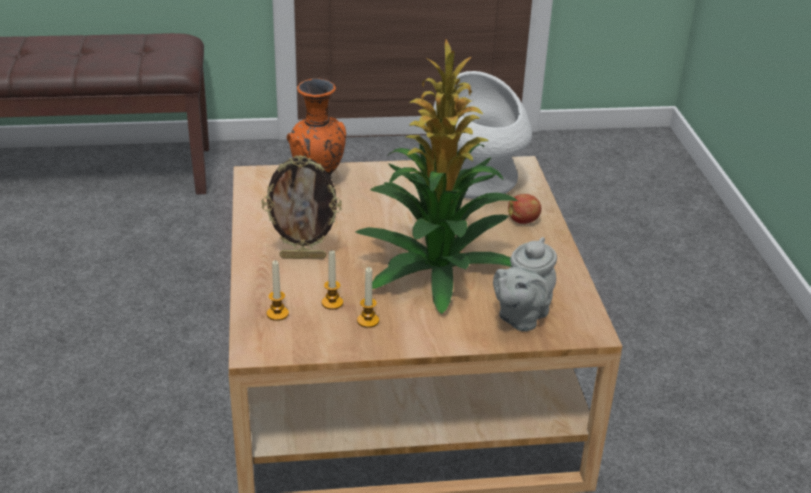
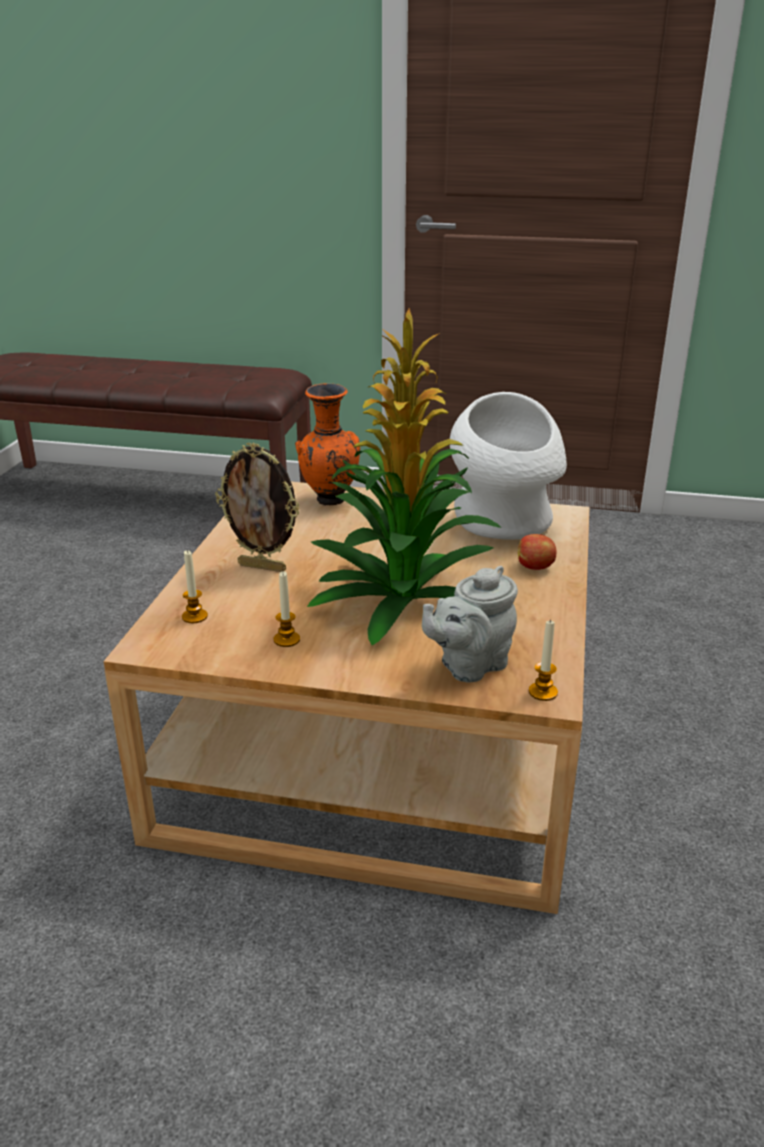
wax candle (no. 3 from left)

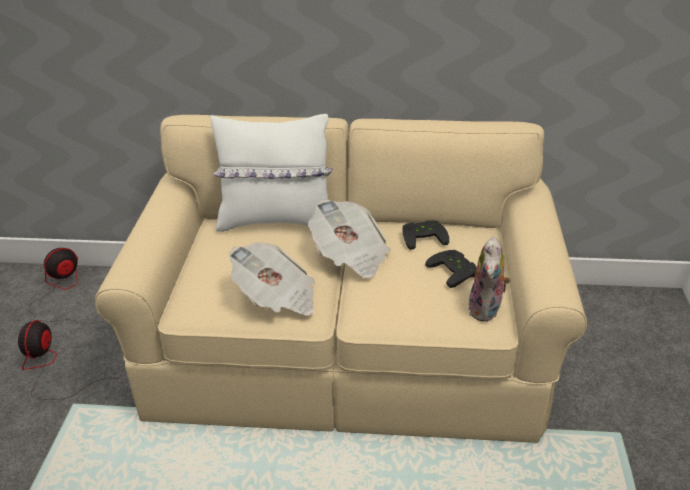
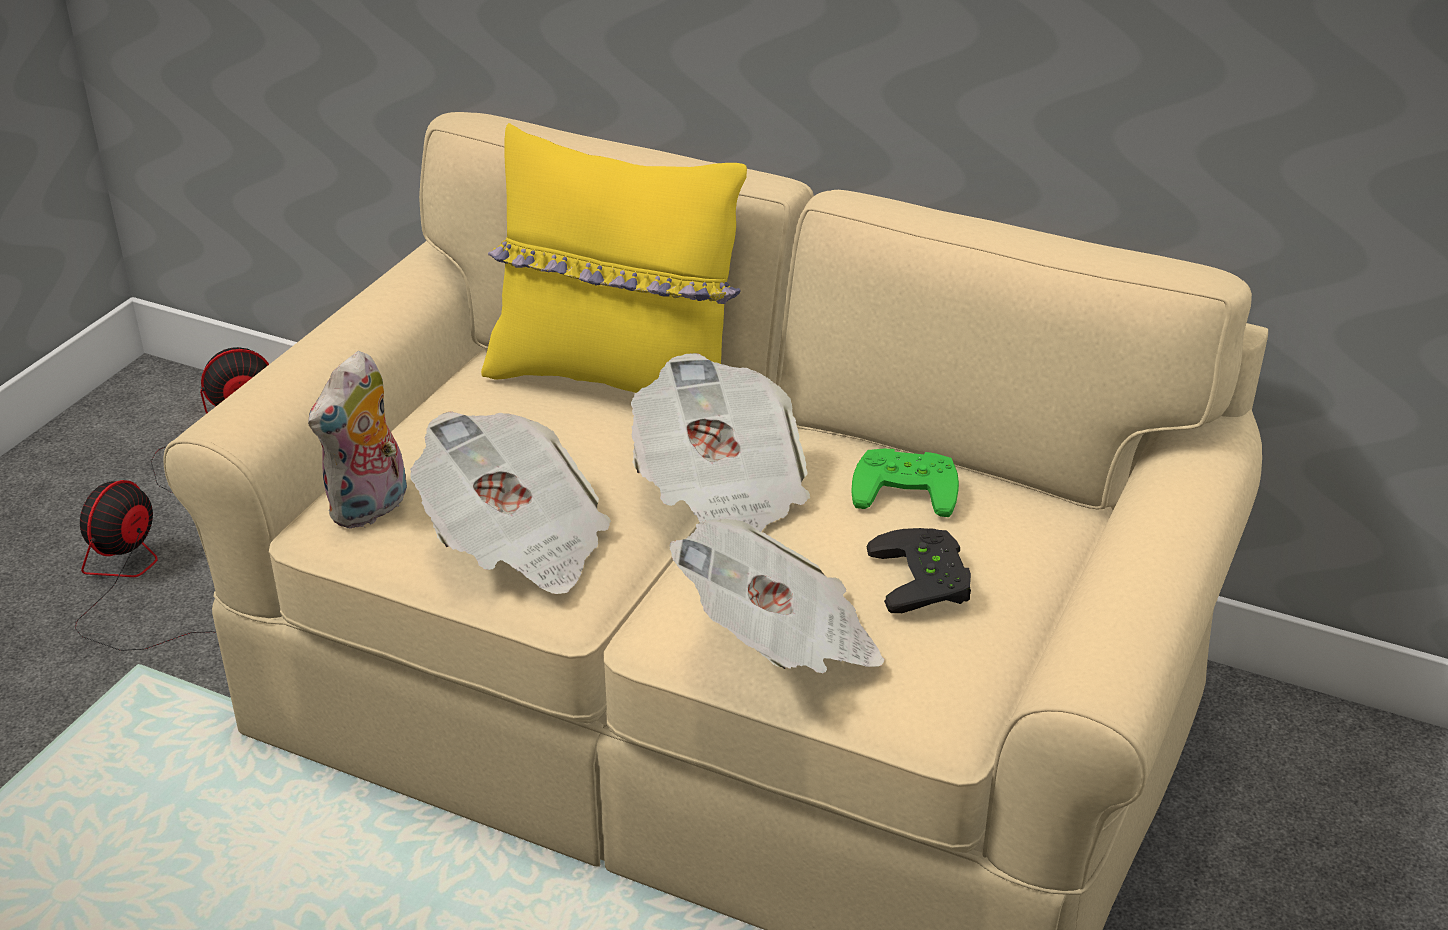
pillow (yellowish)
gamepad (green)
plush toy
printed paper (no. 3 from left)

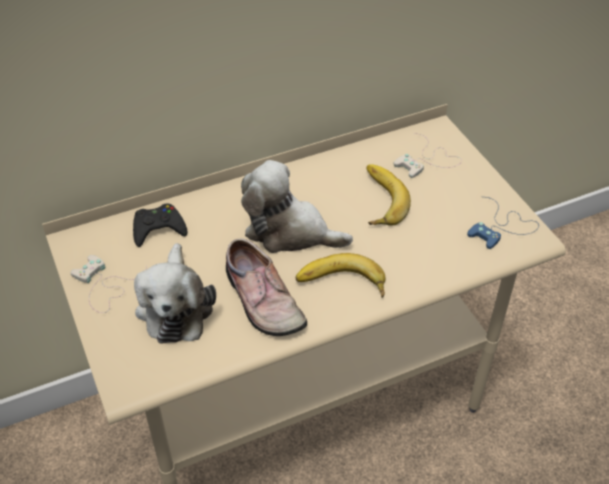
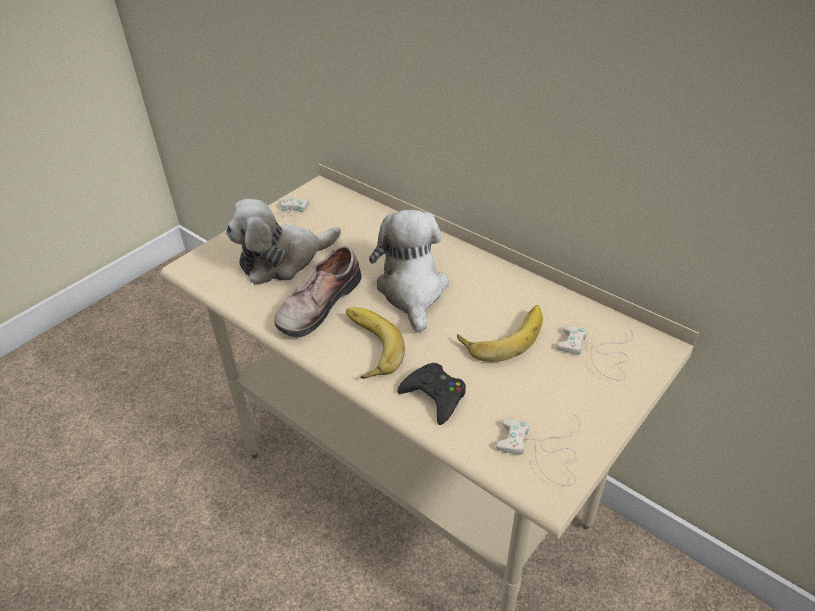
gamepad (white) (no. 2 from left)
gamepad (blackish)

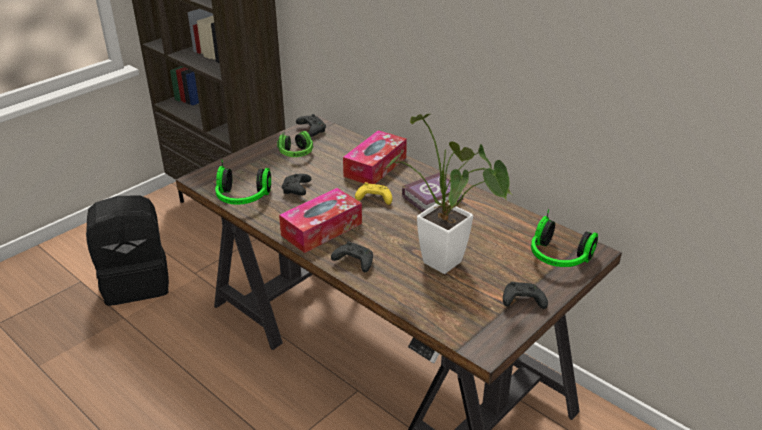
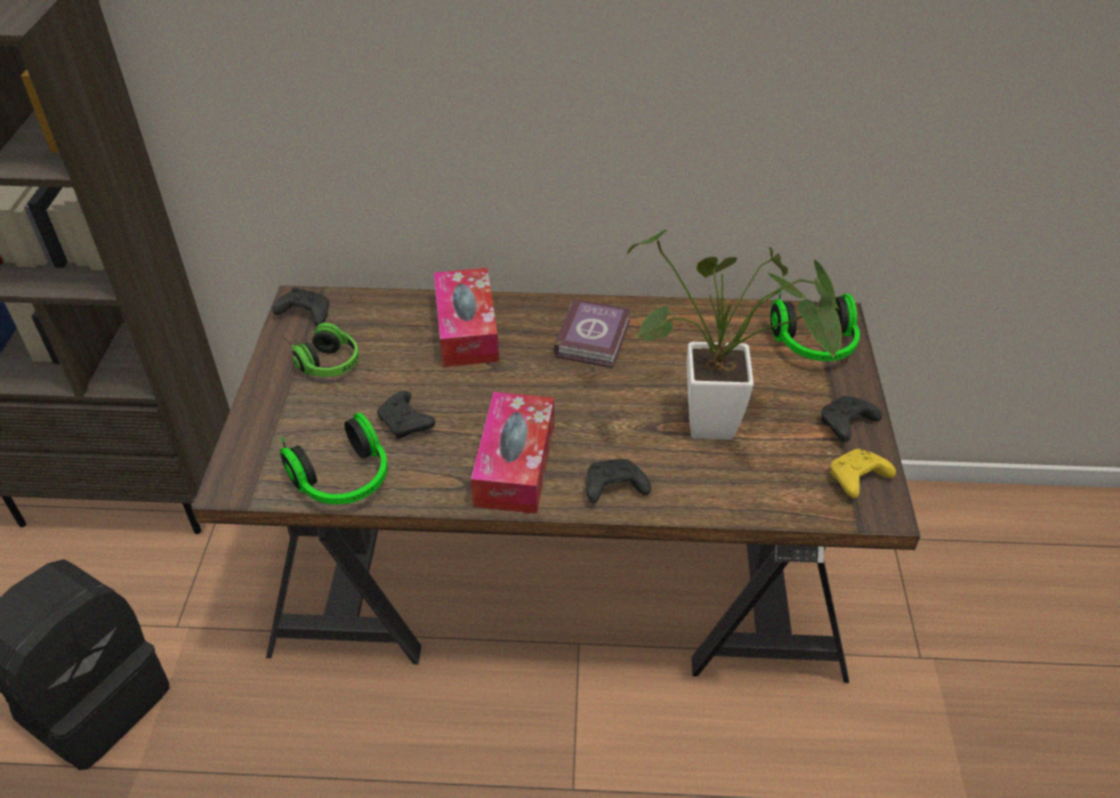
gamepad (yellowish)

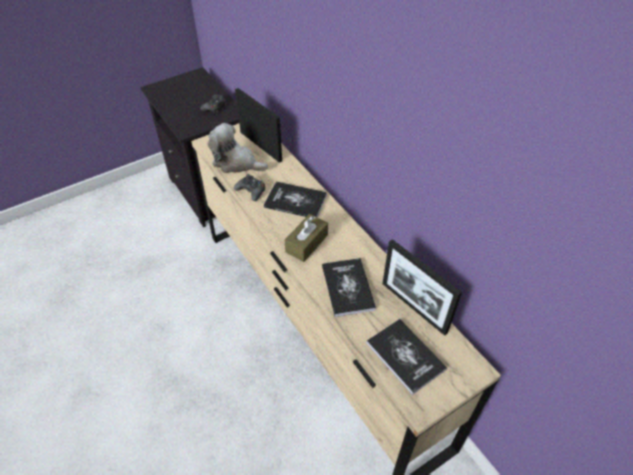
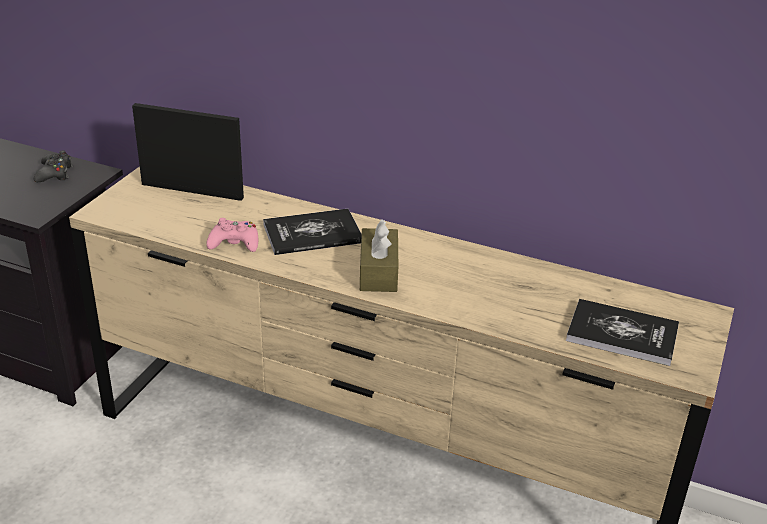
plush toy
gamepad (pink)
picture frame (no. 2 from left in the first image)
book (no. 2 from left in the first image)

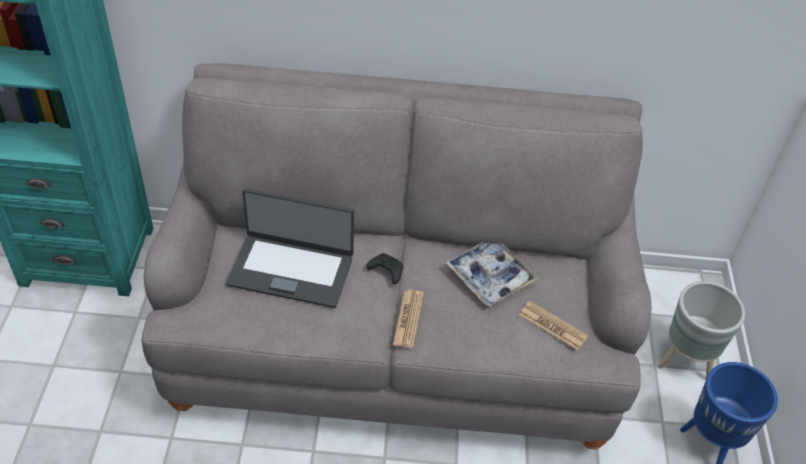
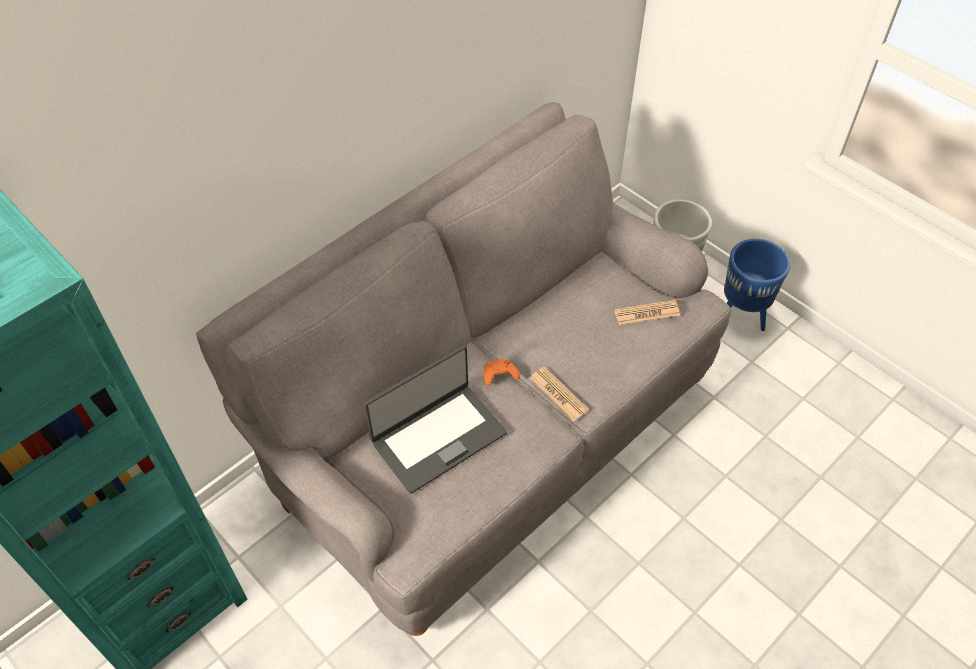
tray
gamepad (orange)

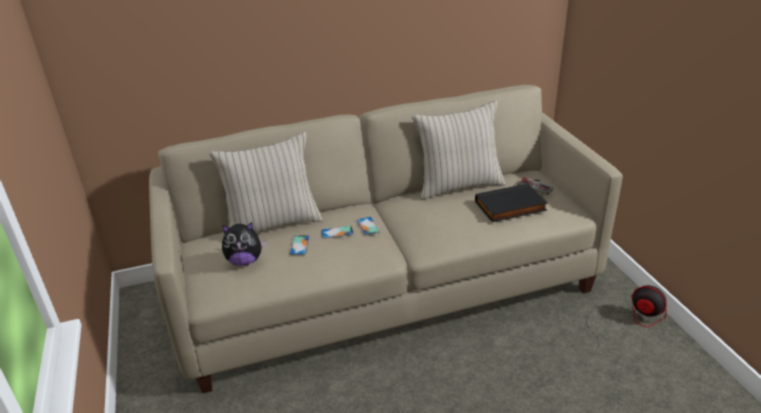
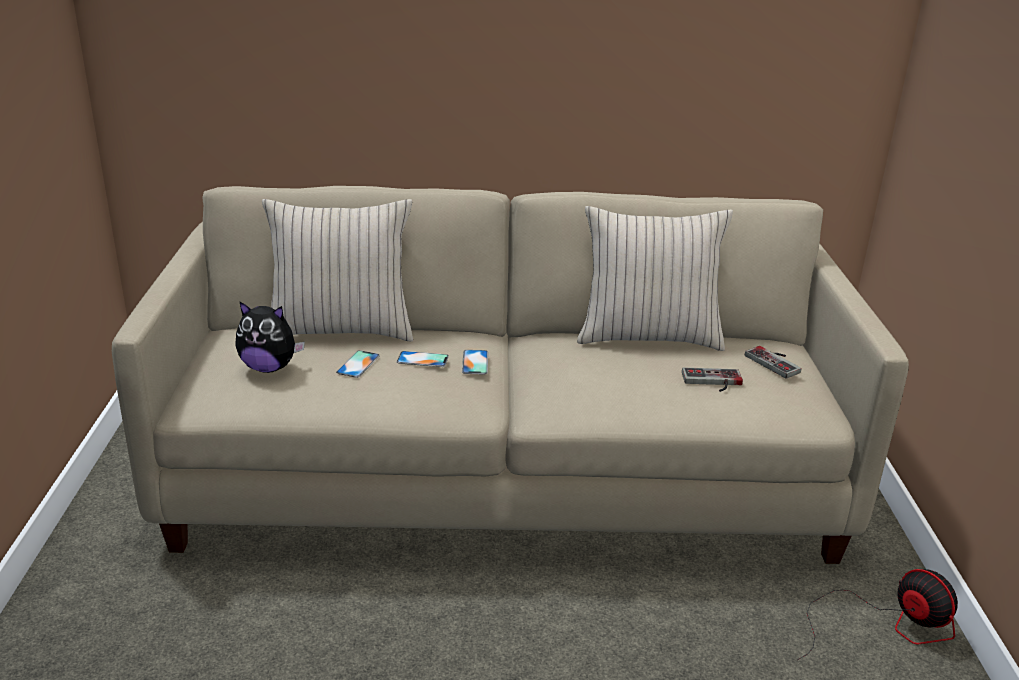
gamepad (no. 1 from left)

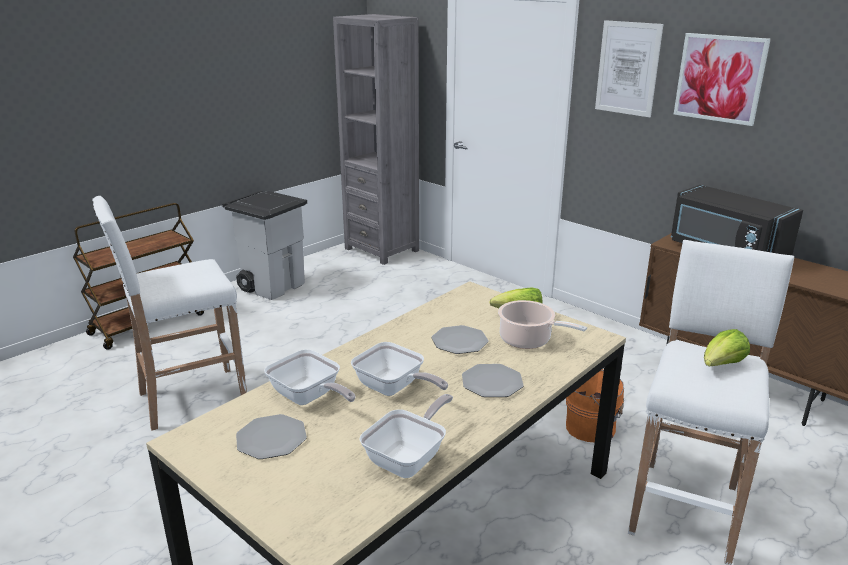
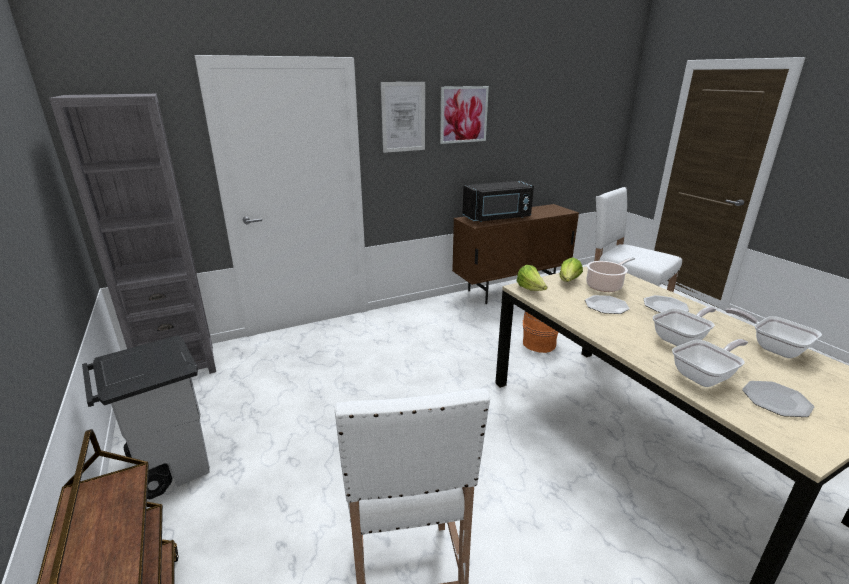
lettuce (no. 1 from left)

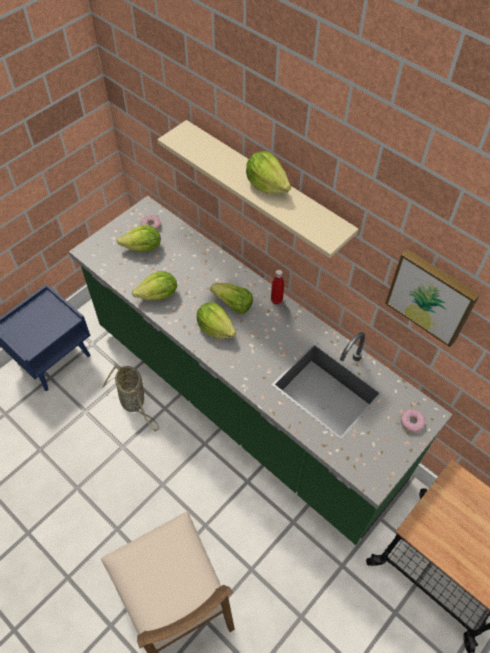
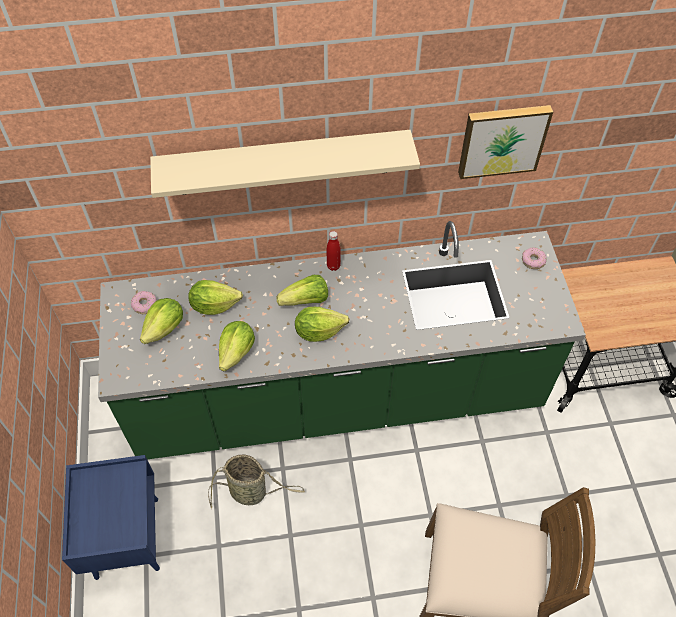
lettuce (no. 2 from left)

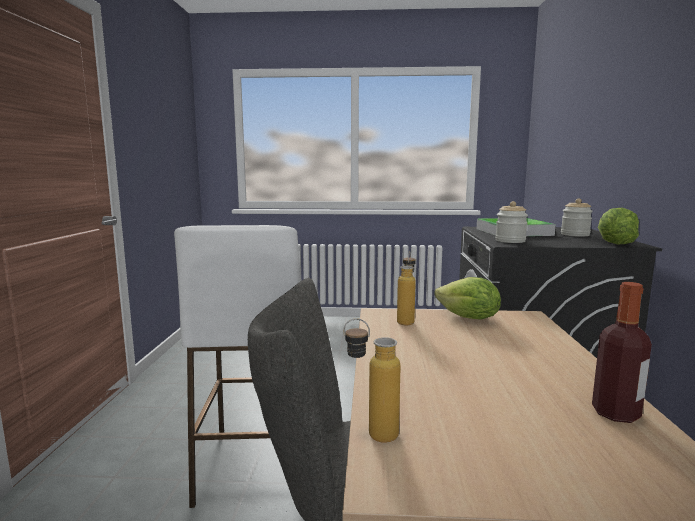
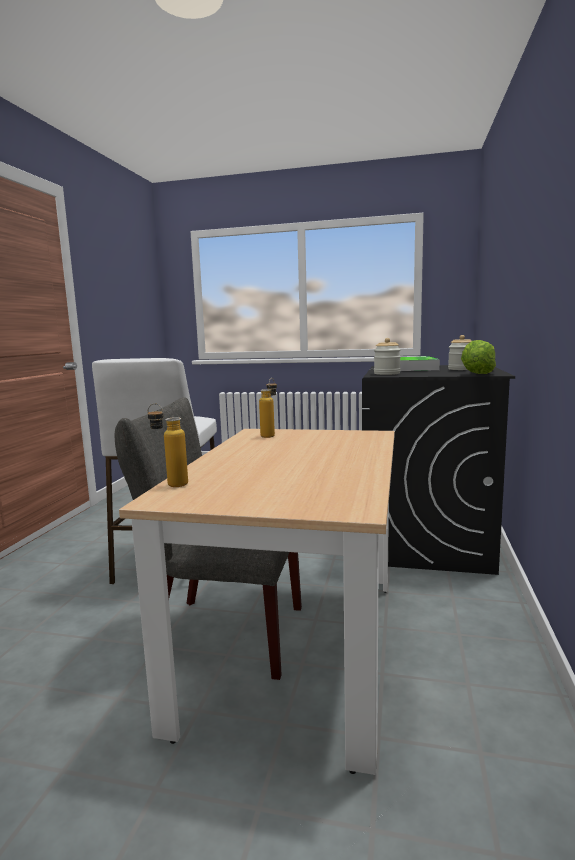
lettuce (no. 1 from left in the first image)
beverage bottle (no. 3 from left in the first image)

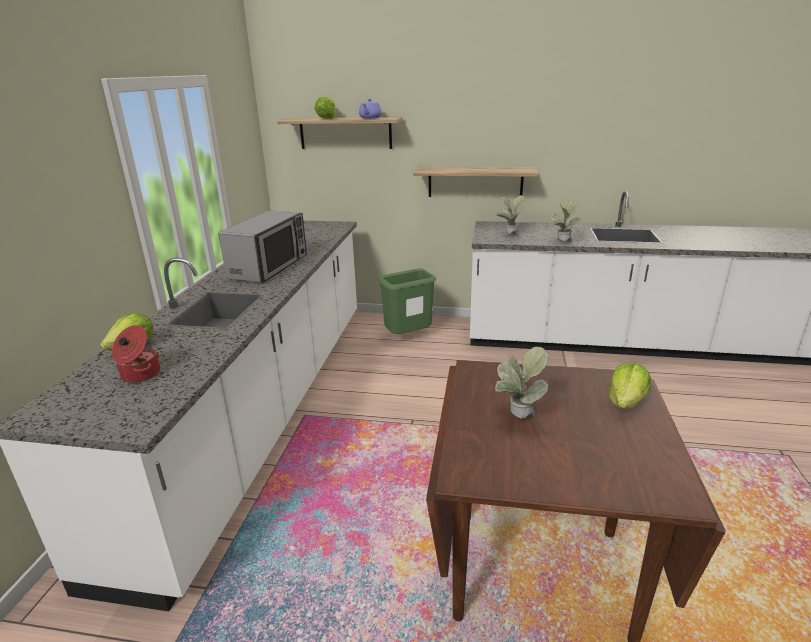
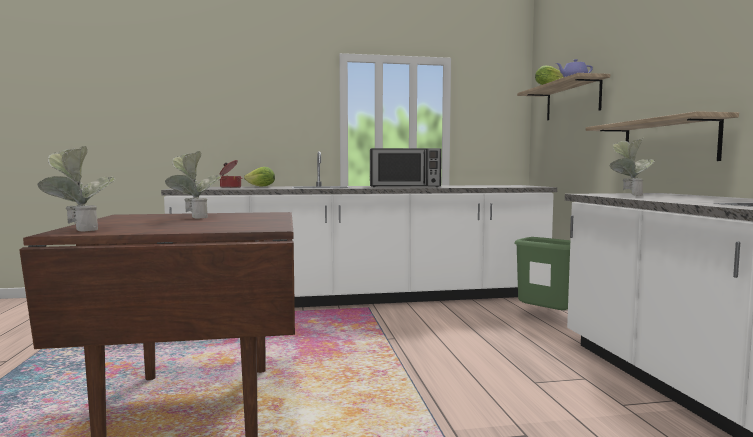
potted plant (no. 1 from left)
lettuce (no. 3 from left in the first image)

